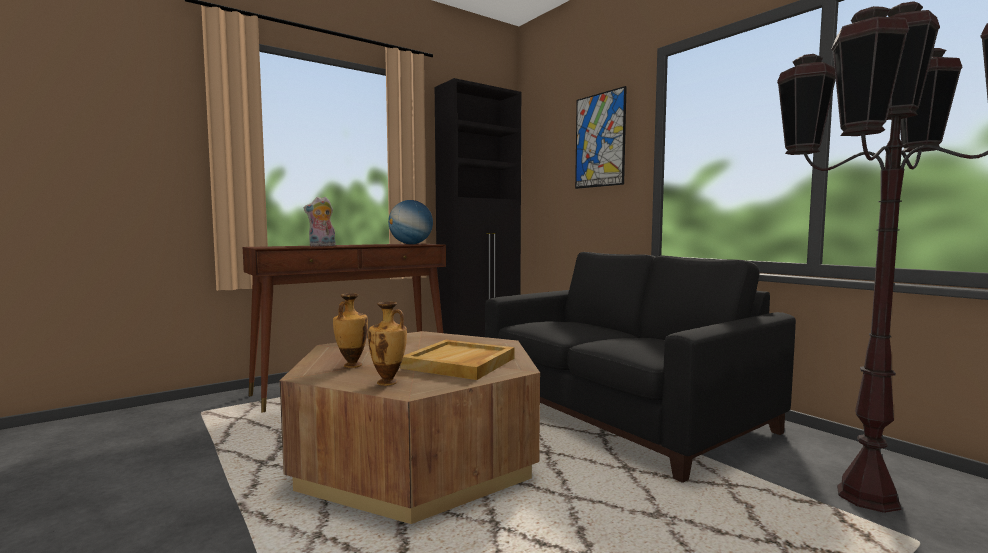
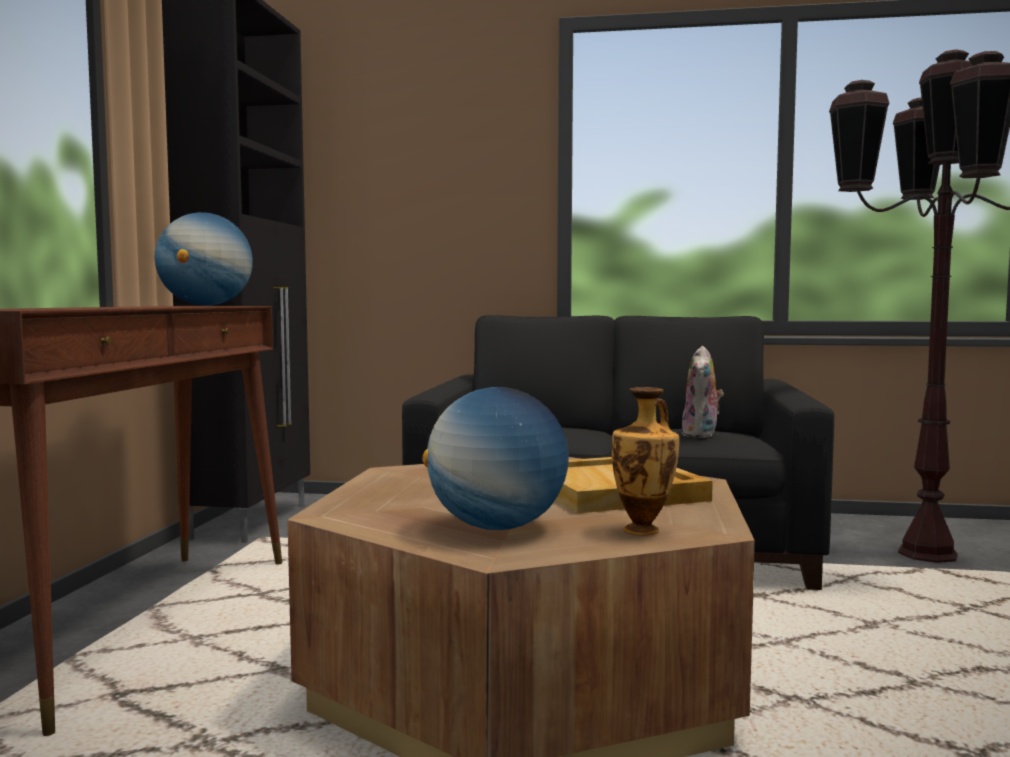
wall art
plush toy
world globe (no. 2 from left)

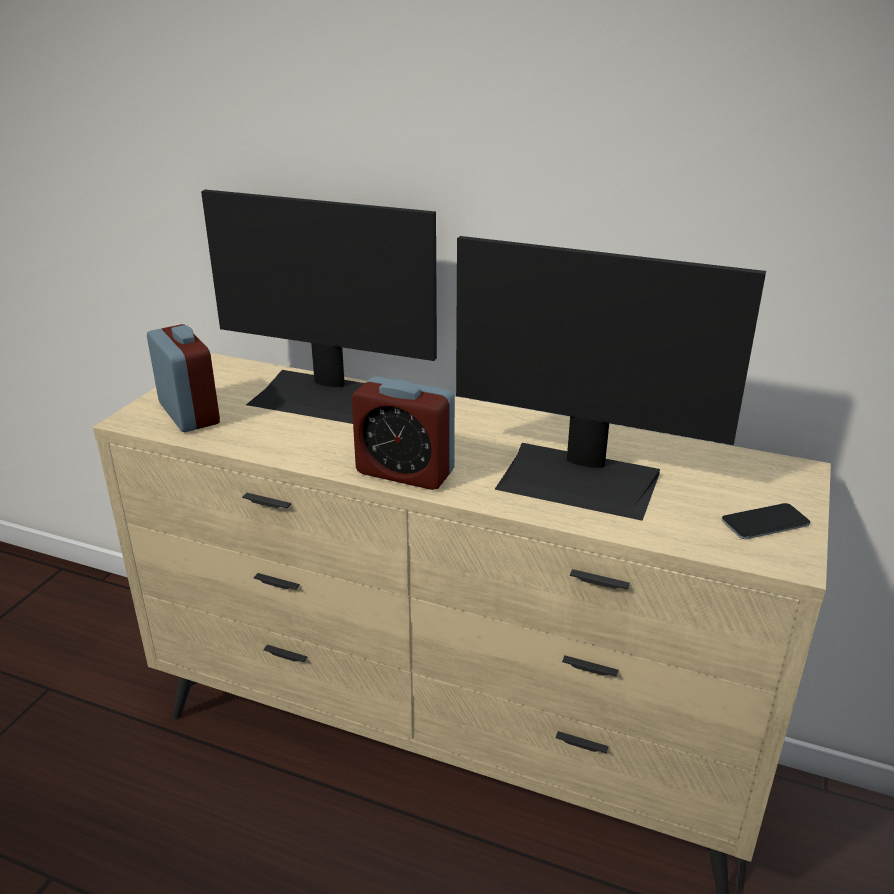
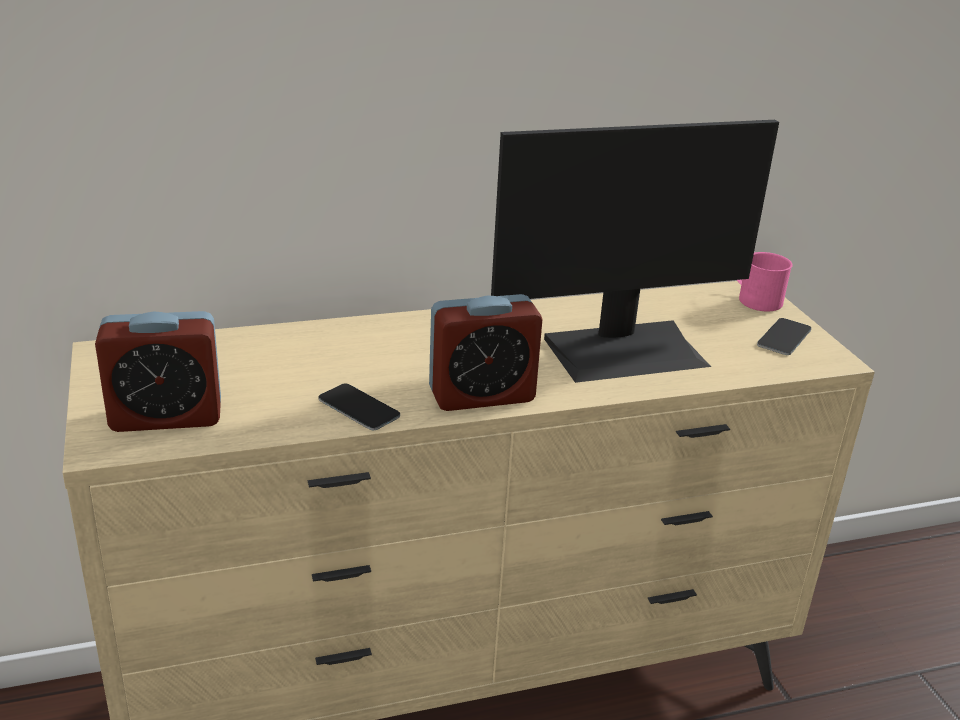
monitor (no. 1 from left in the first image)
table clock (no. 1 from left)
mug (pink)
telephone (no. 1 from left)

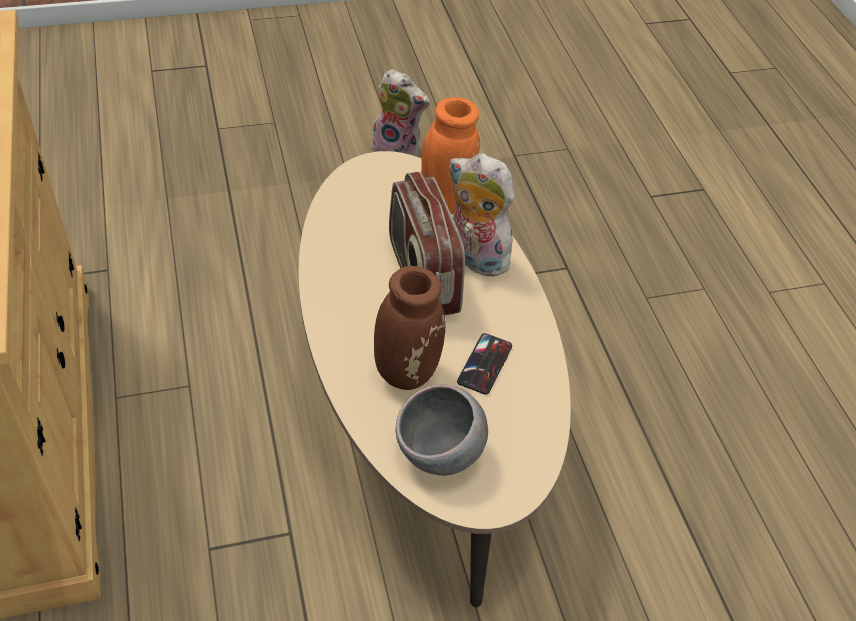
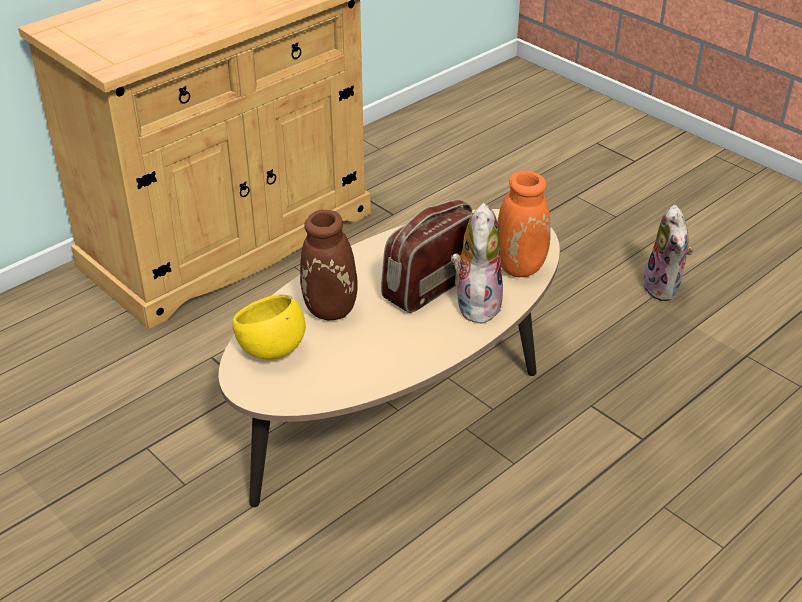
telephone
bowl (yellowish)

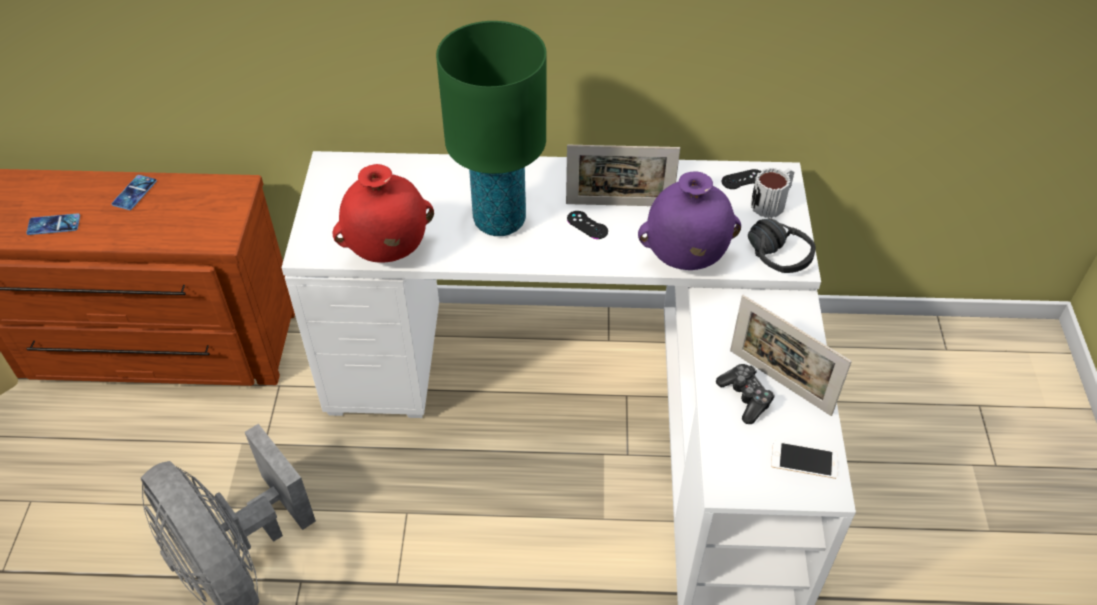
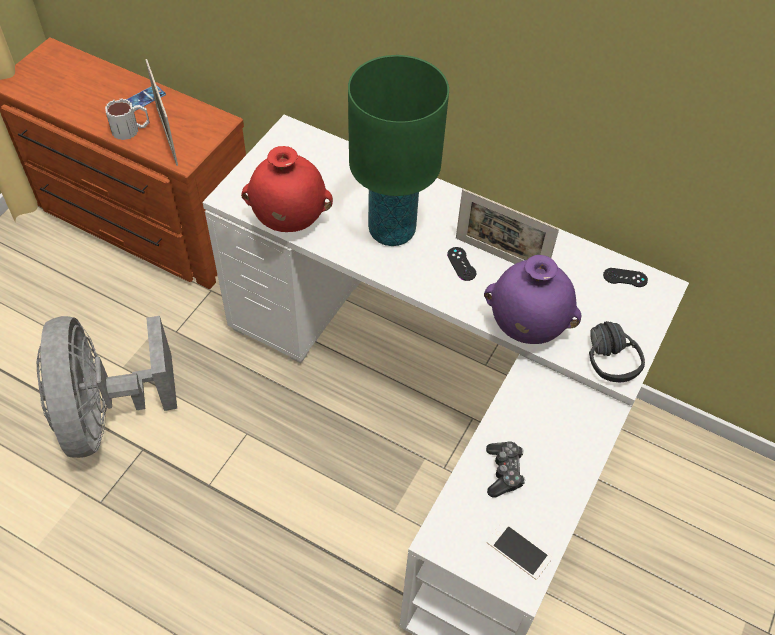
mug
telephone (no. 1 from left in the first image)
picture frame (no. 1 from left)

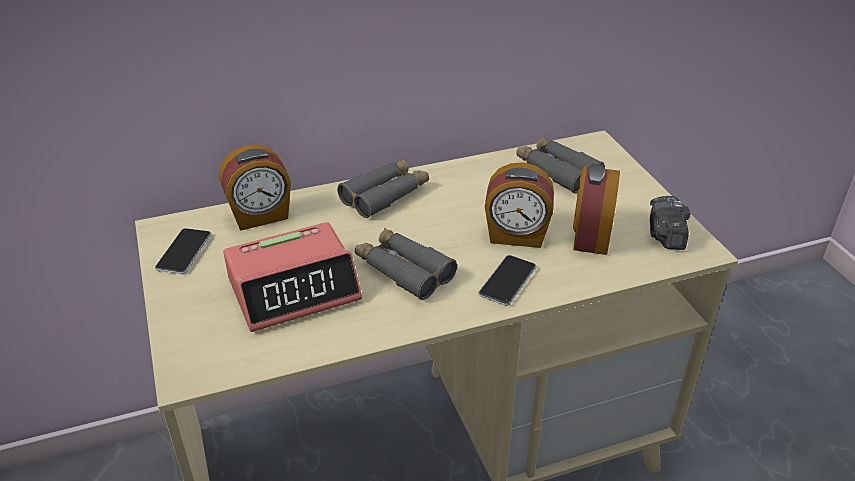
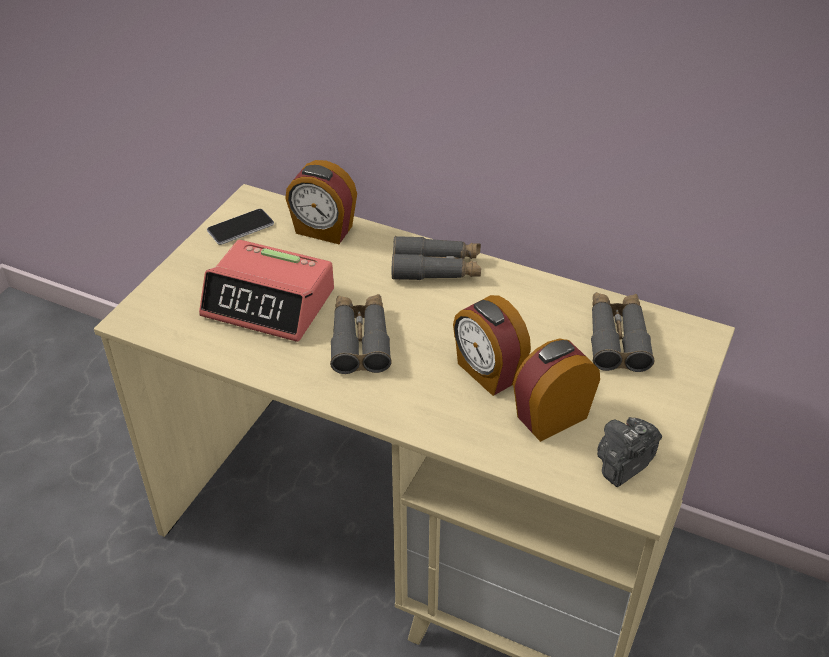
telephone (no. 2 from left in the first image)

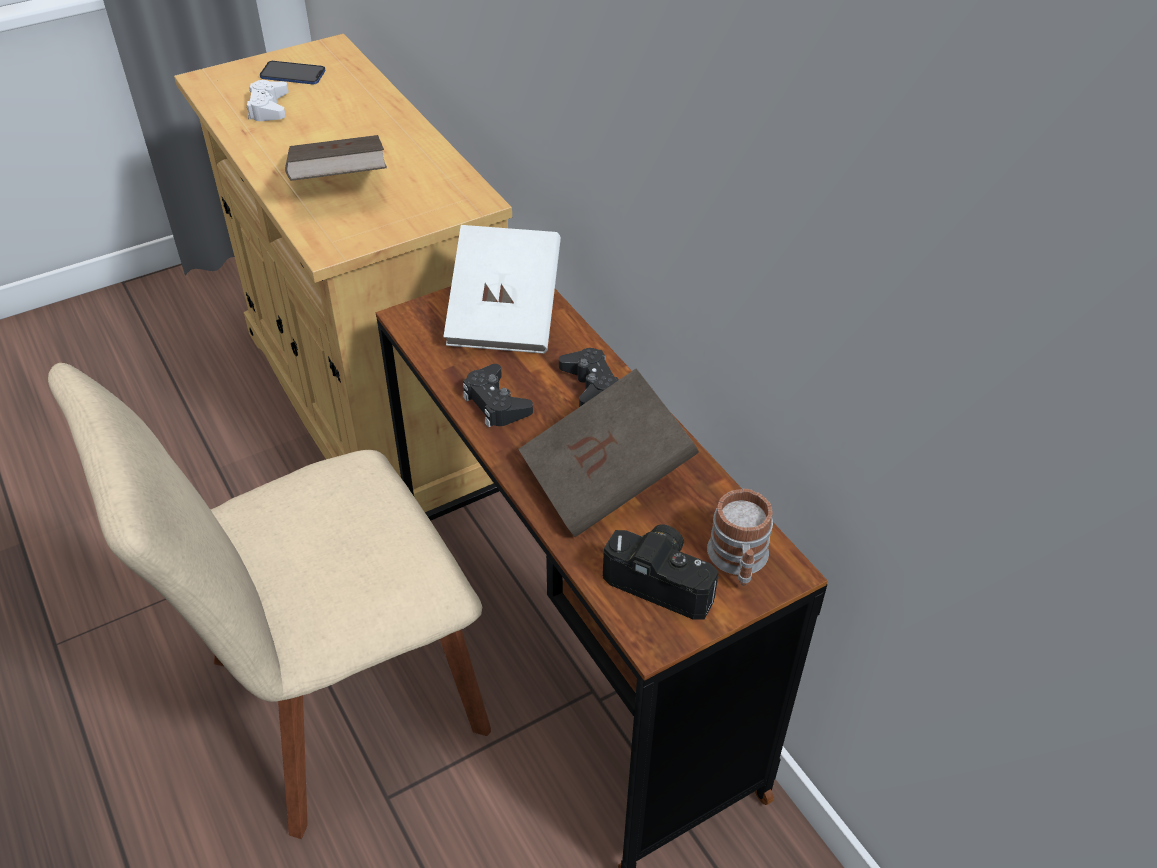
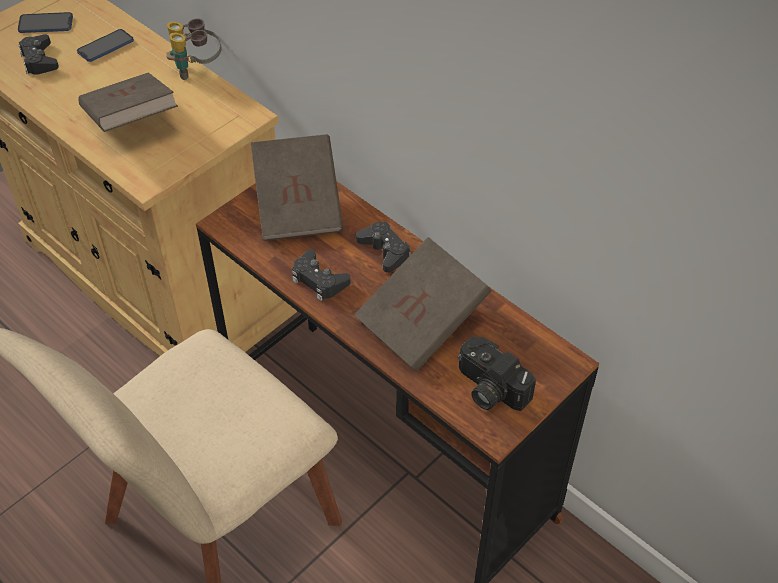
gamepad (blackish) (no. 1 from left)
book (brown-coloured) (no. 2 from left)
mug
still camera
binoculars
telephone (no. 2 from left)

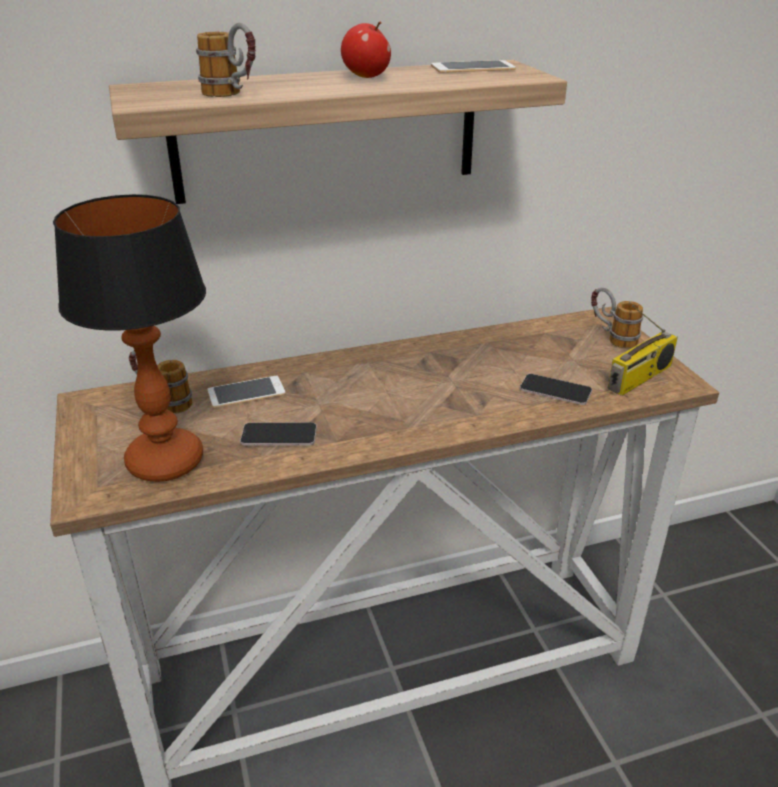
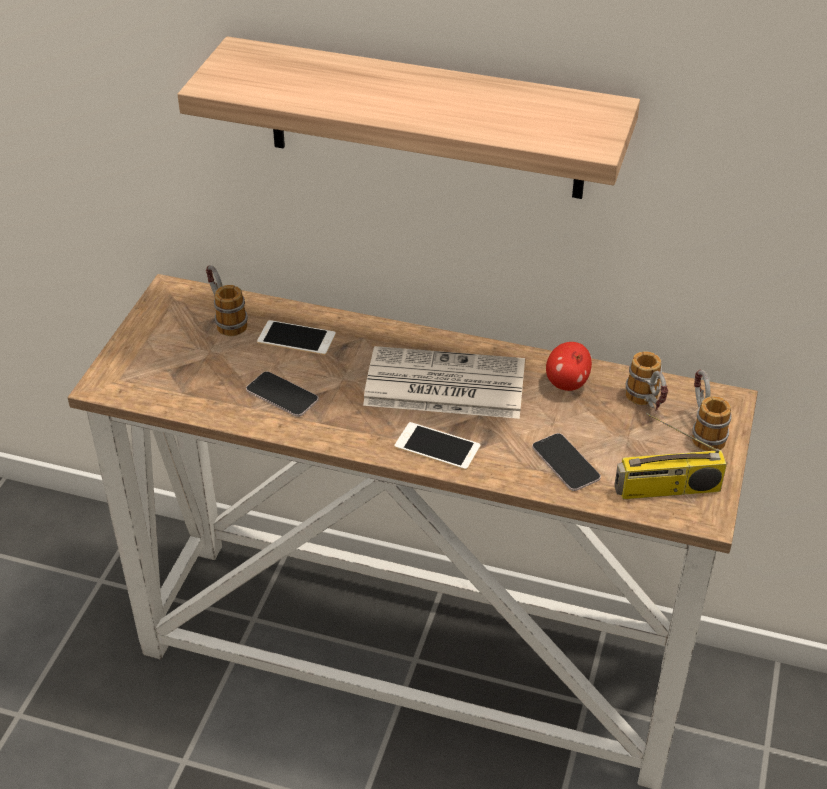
whole apple
mug (no. 2 from left)
telephone (no. 3 from left)
lamp for a table
printed paper

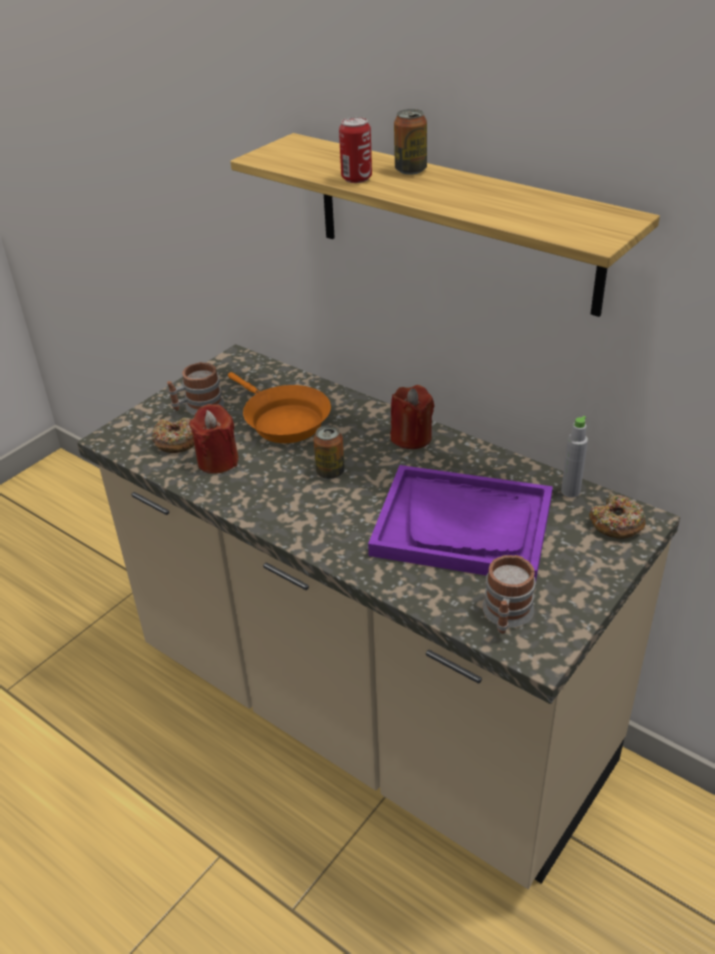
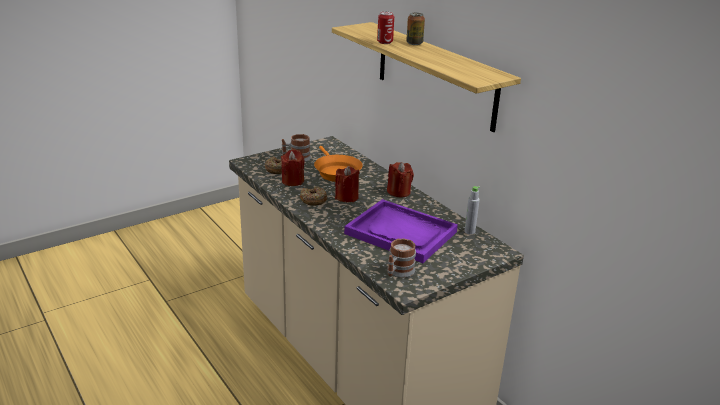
wax candle (red-coloured) (no. 2 from left)
donut (no. 2 from left)

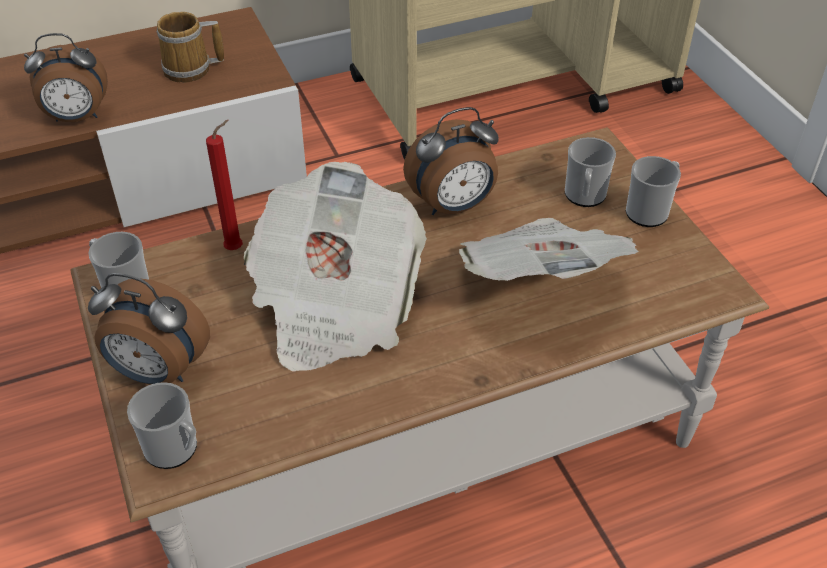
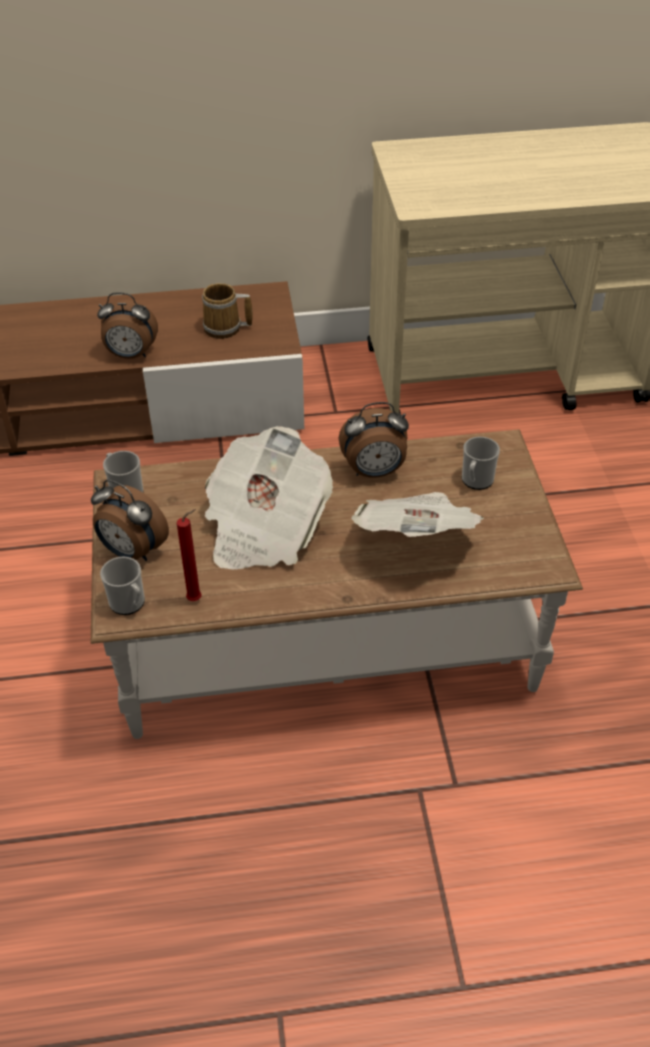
wax candle (red-coloured)
mug (no. 5 from left in the first image)

